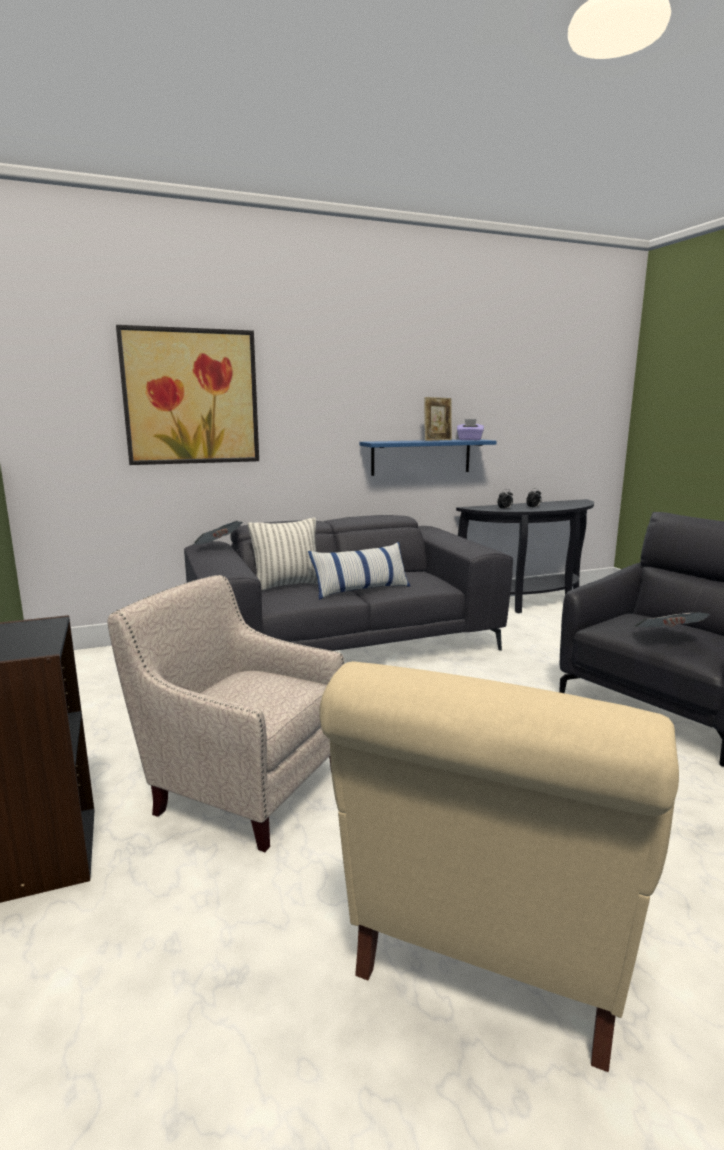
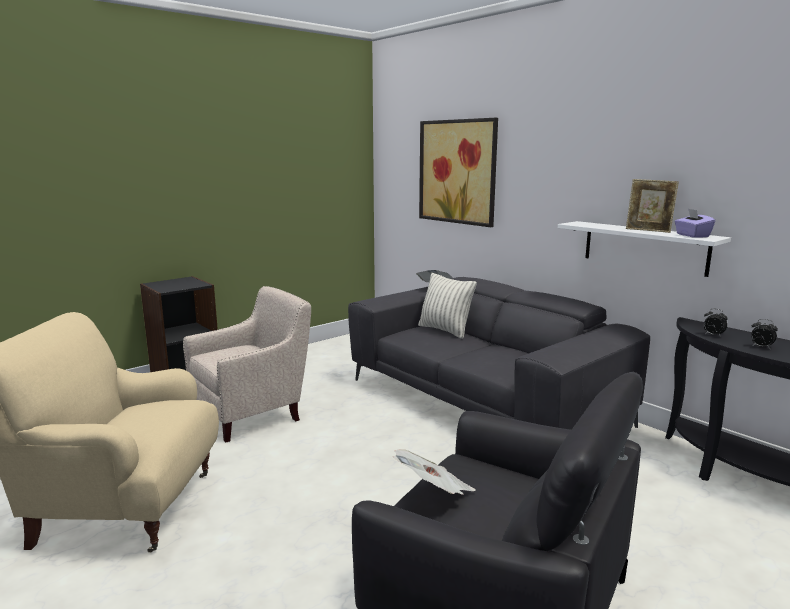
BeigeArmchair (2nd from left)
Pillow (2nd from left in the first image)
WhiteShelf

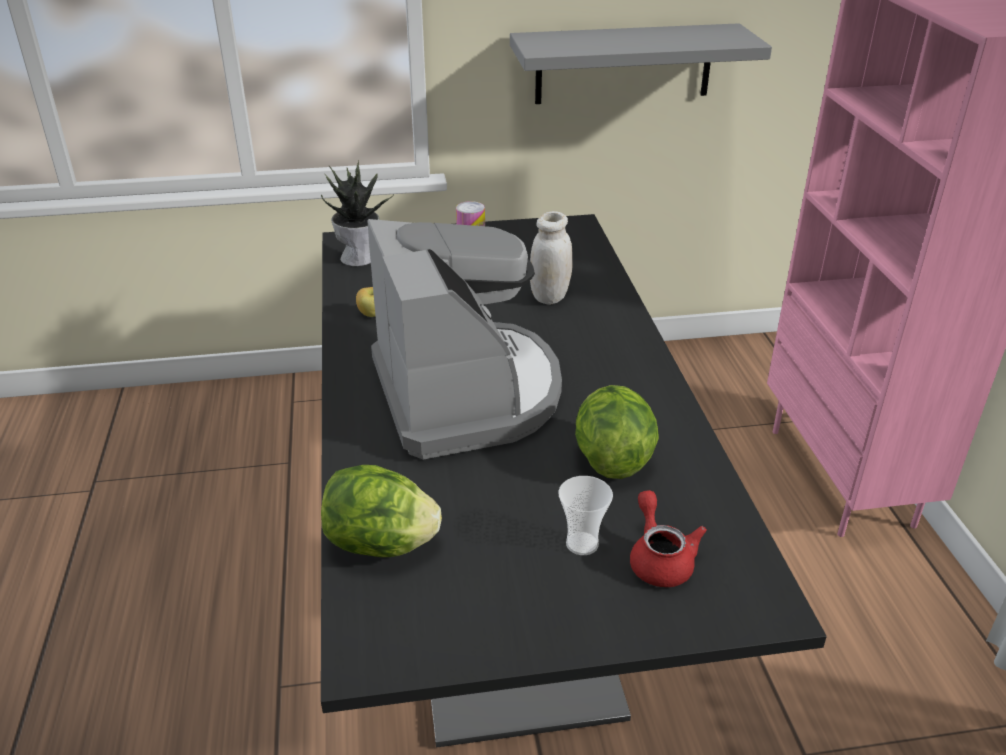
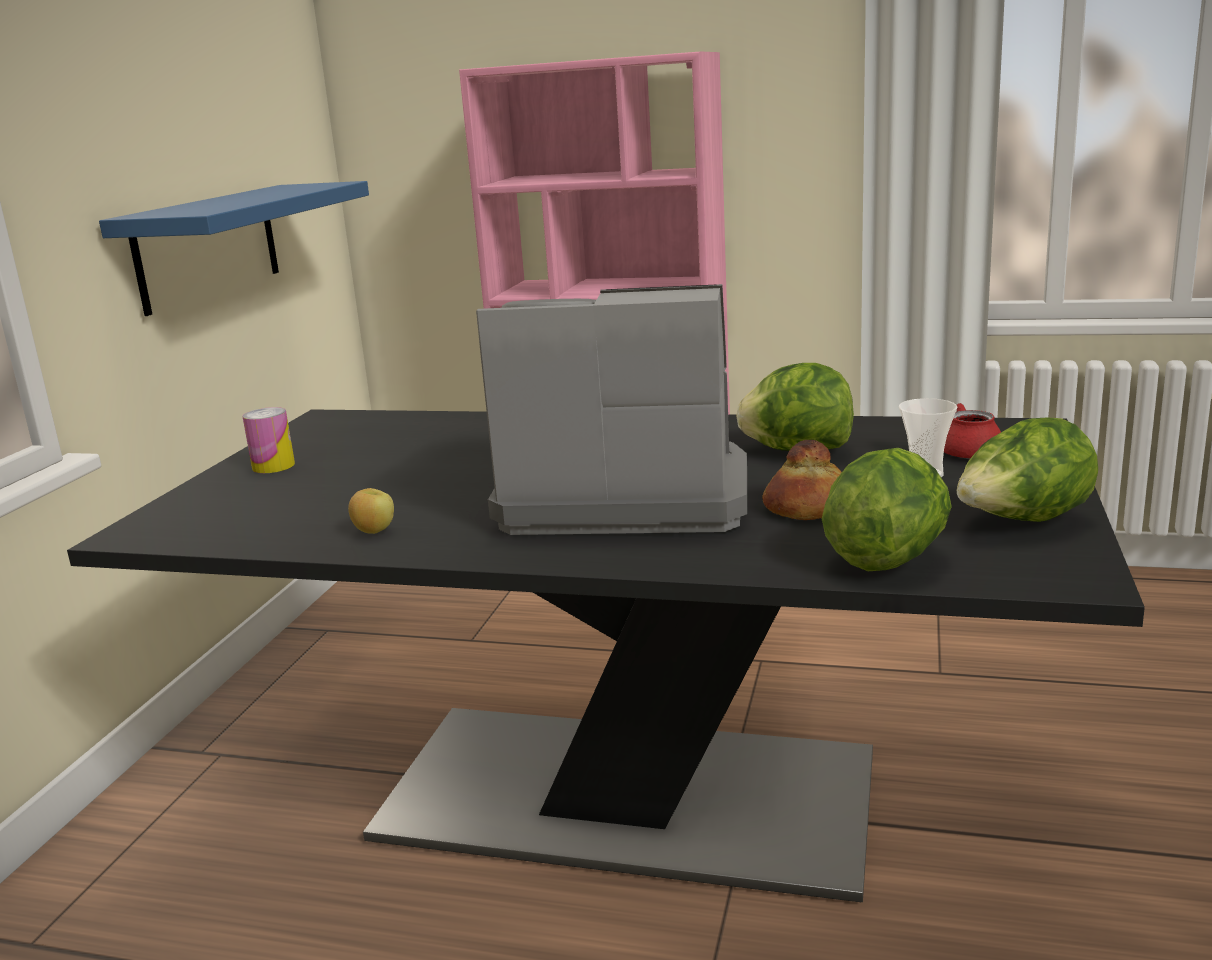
PottedPlant
BlueShelf
WhiteJar
Bread
Lettuce (3rd from left)

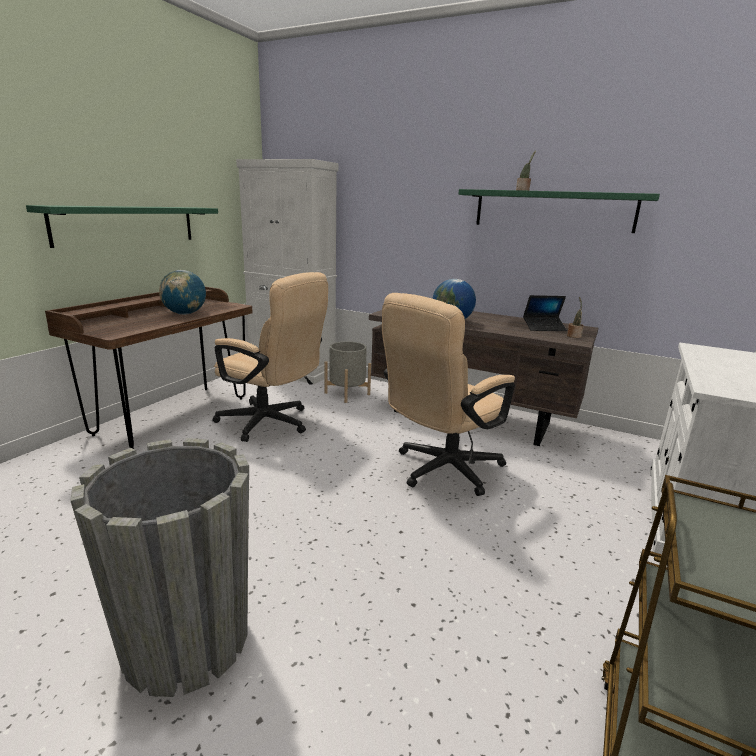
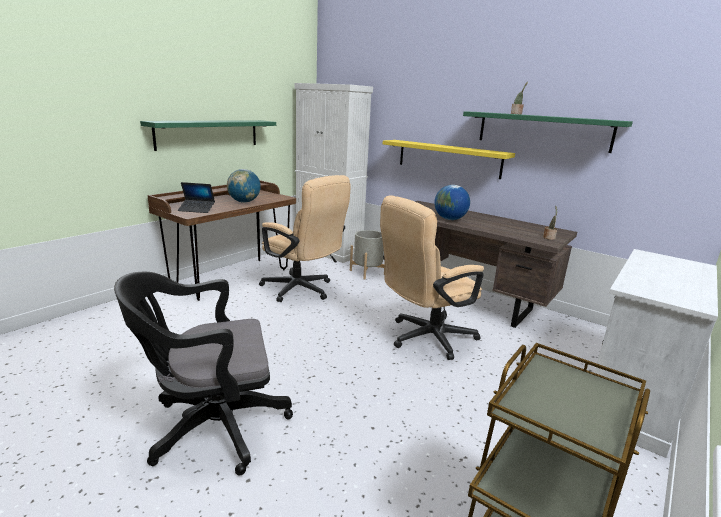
BlackOfficeChair
Laptop
YellowShelf

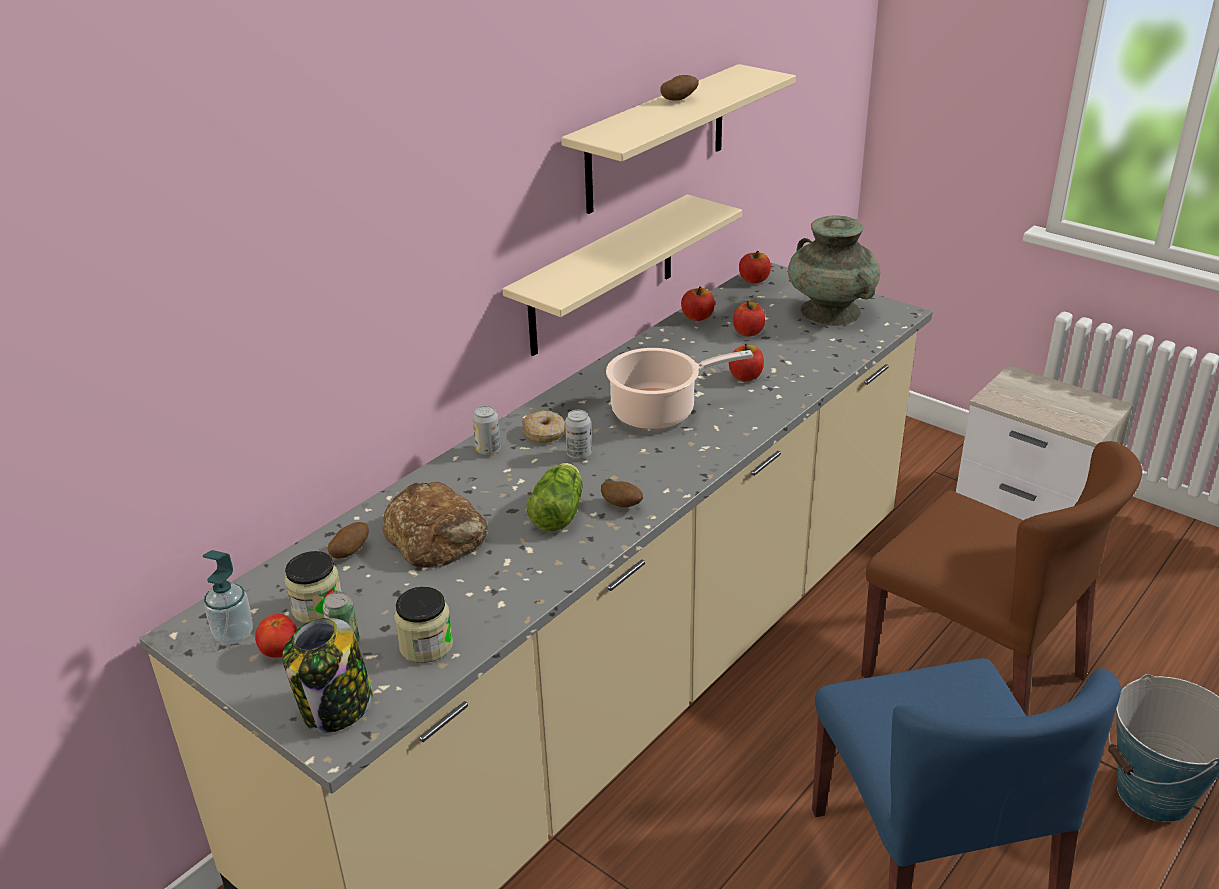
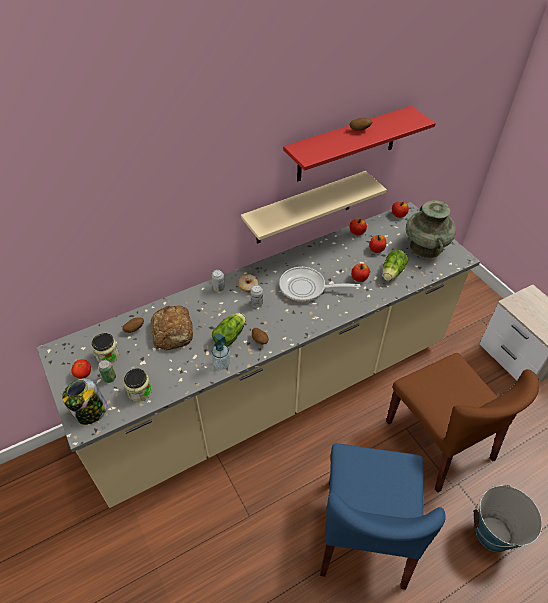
SoapDispenser
RedShelf
FryingPan
Lettuce (2nd from left)

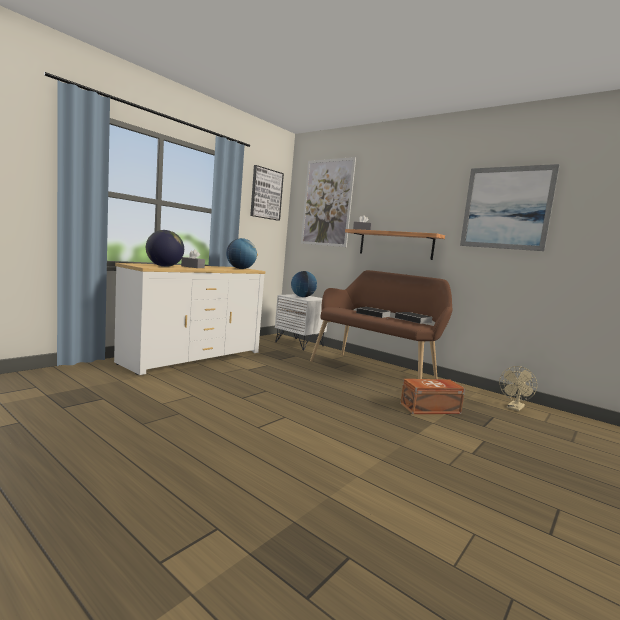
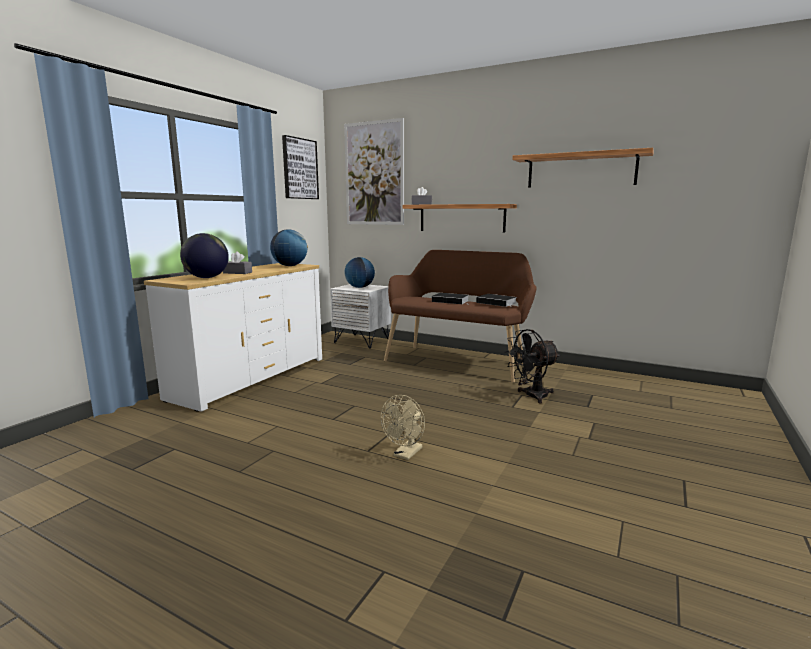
BlackFan
Shelf (2nd from left)
BeigeFan

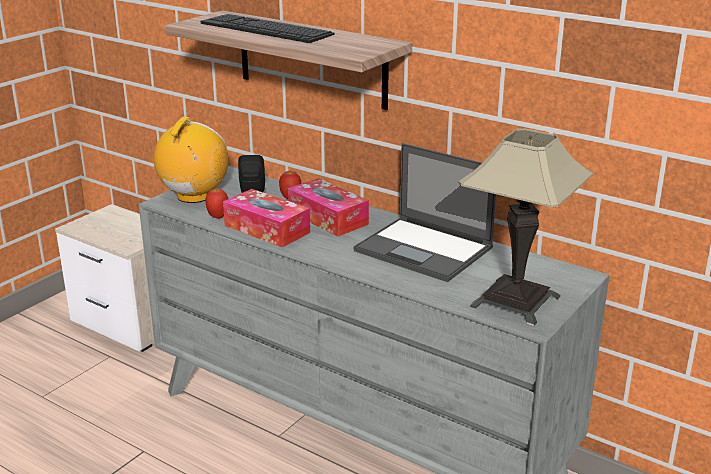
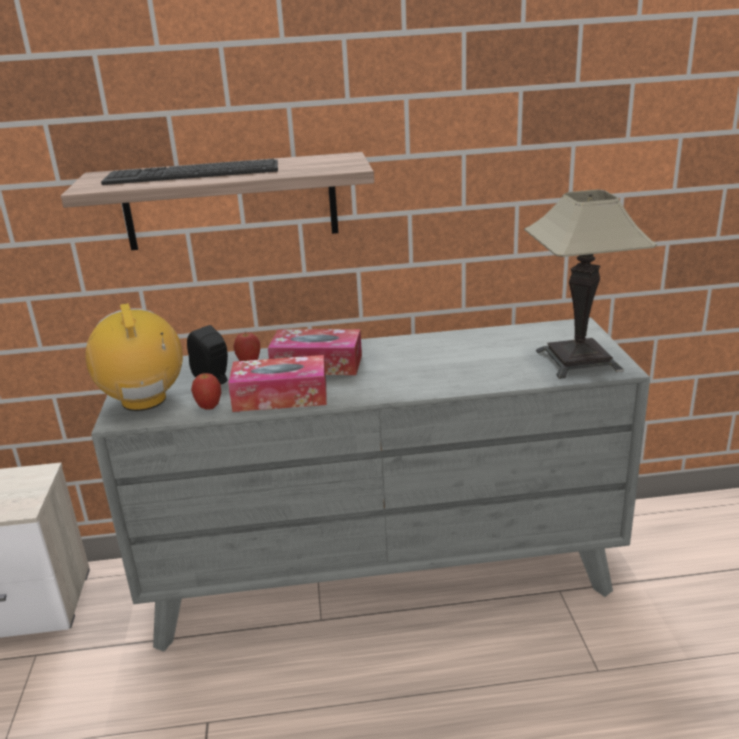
Laptop

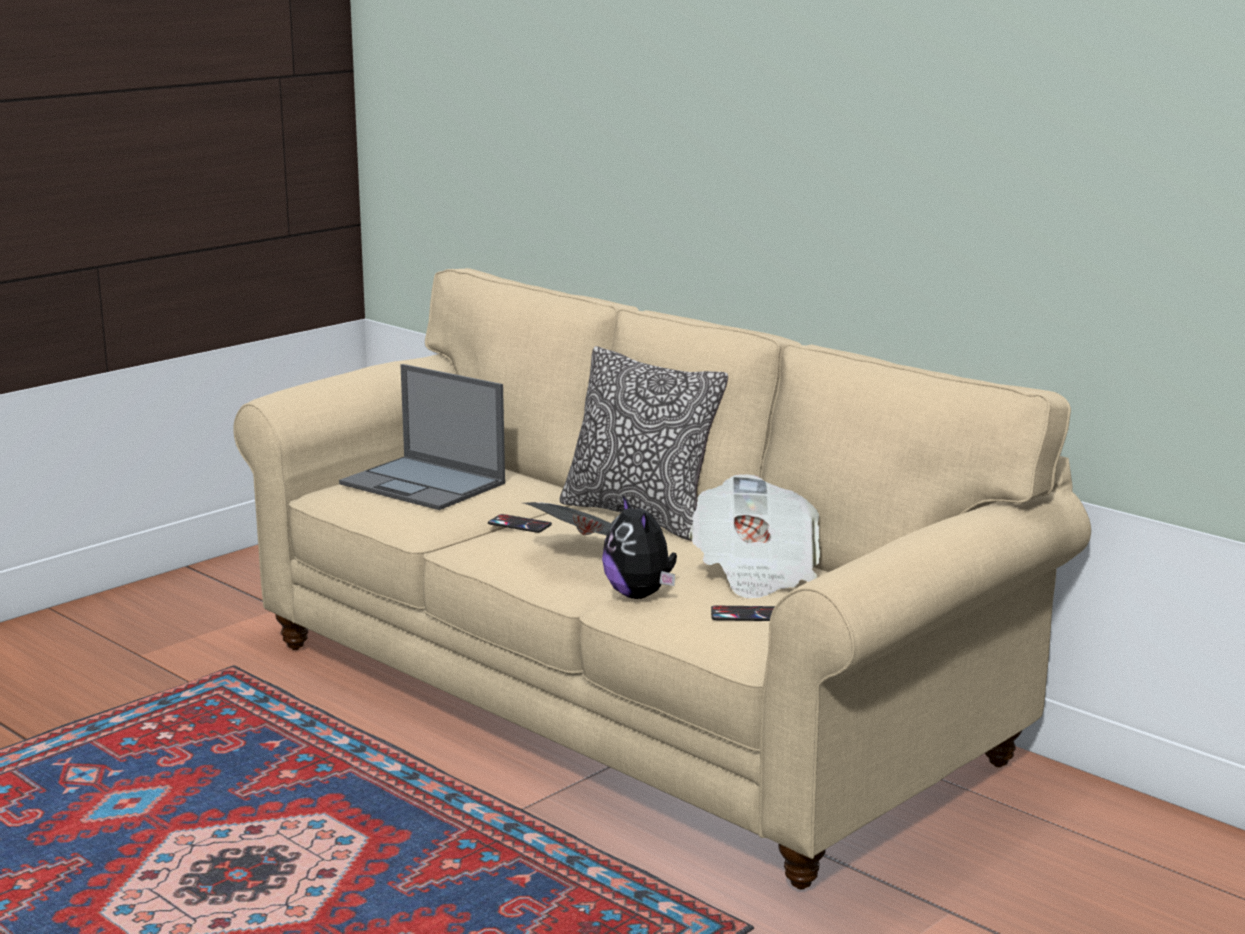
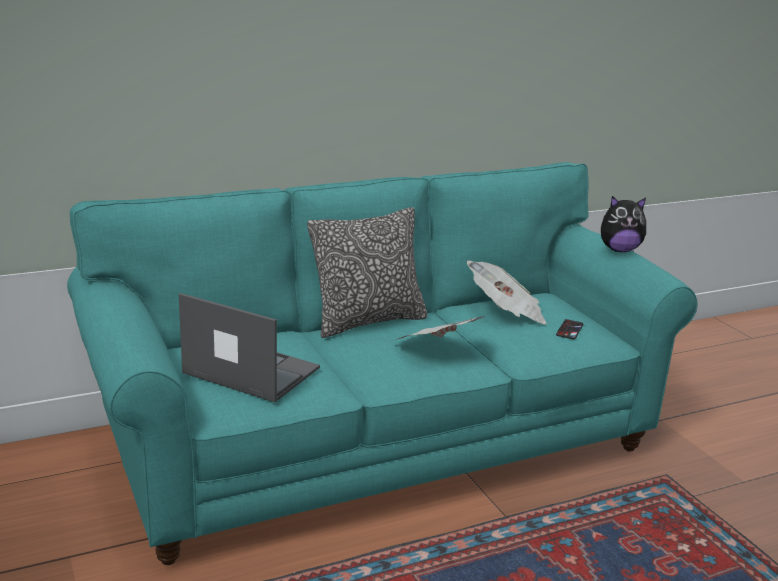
TurquoiseSofa
Laptop
Phone (1st from left in the first image)
PlushToy

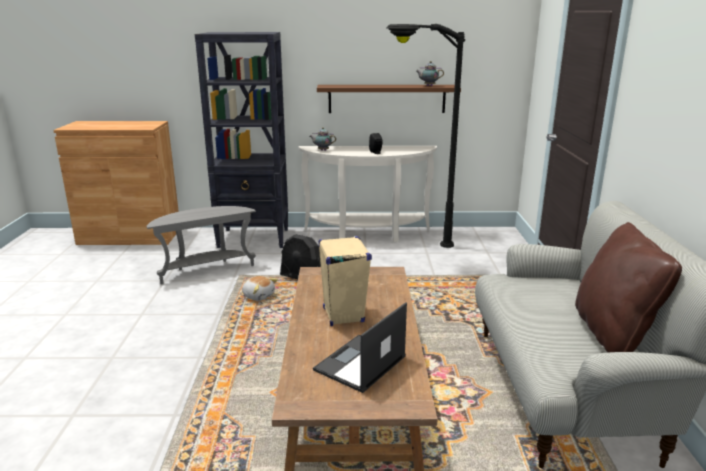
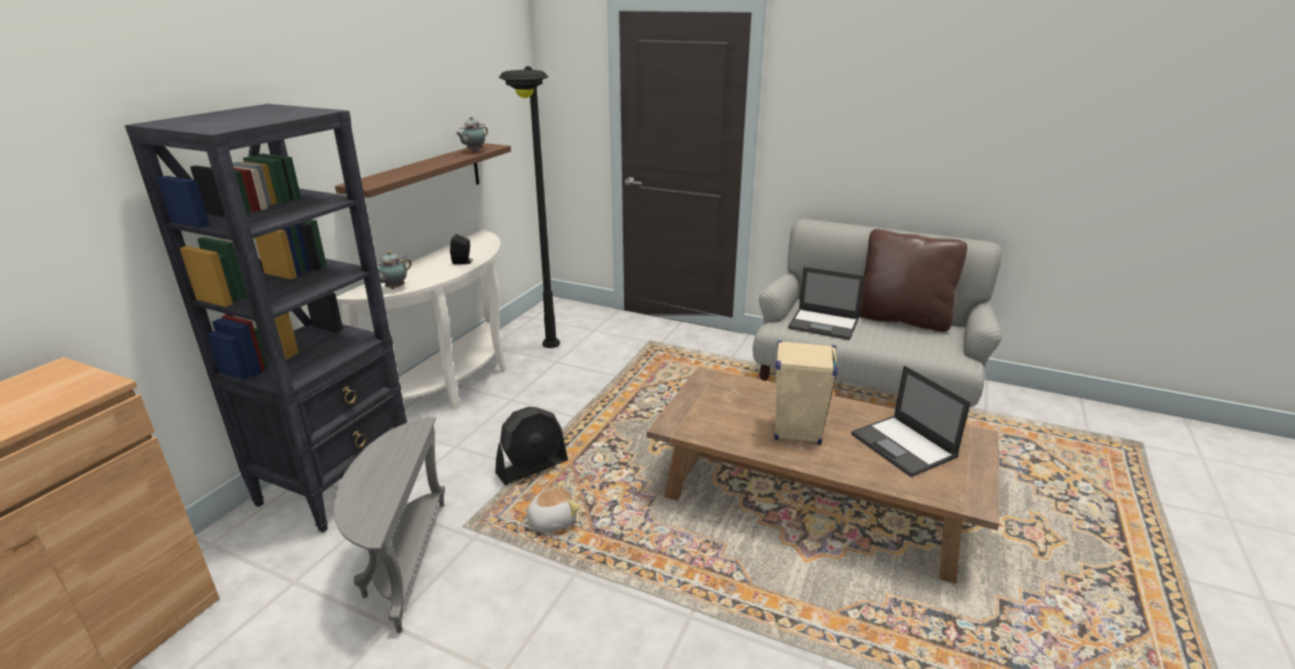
Laptop (1st from left)

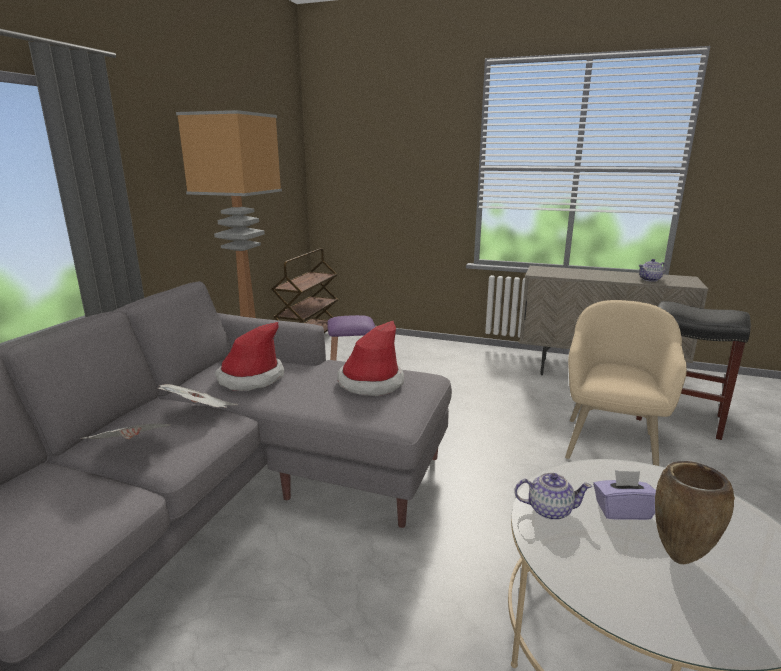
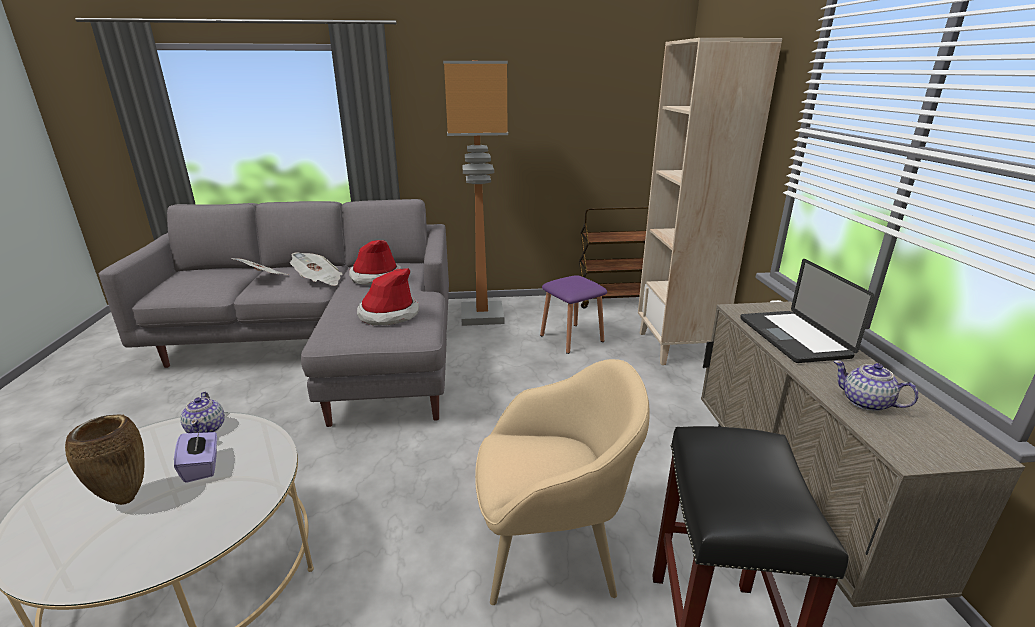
BeigeBookcase
Laptop

